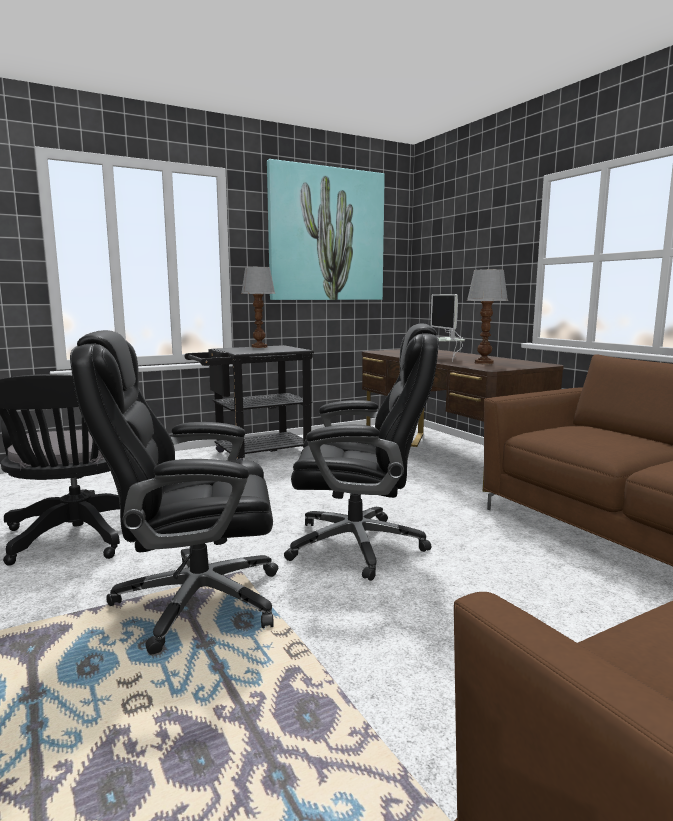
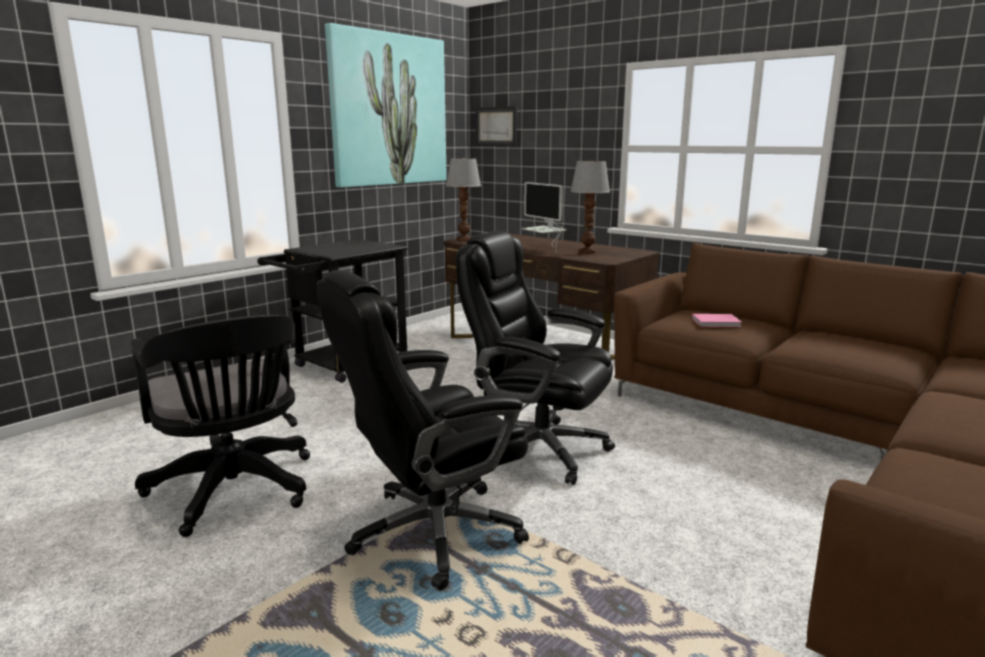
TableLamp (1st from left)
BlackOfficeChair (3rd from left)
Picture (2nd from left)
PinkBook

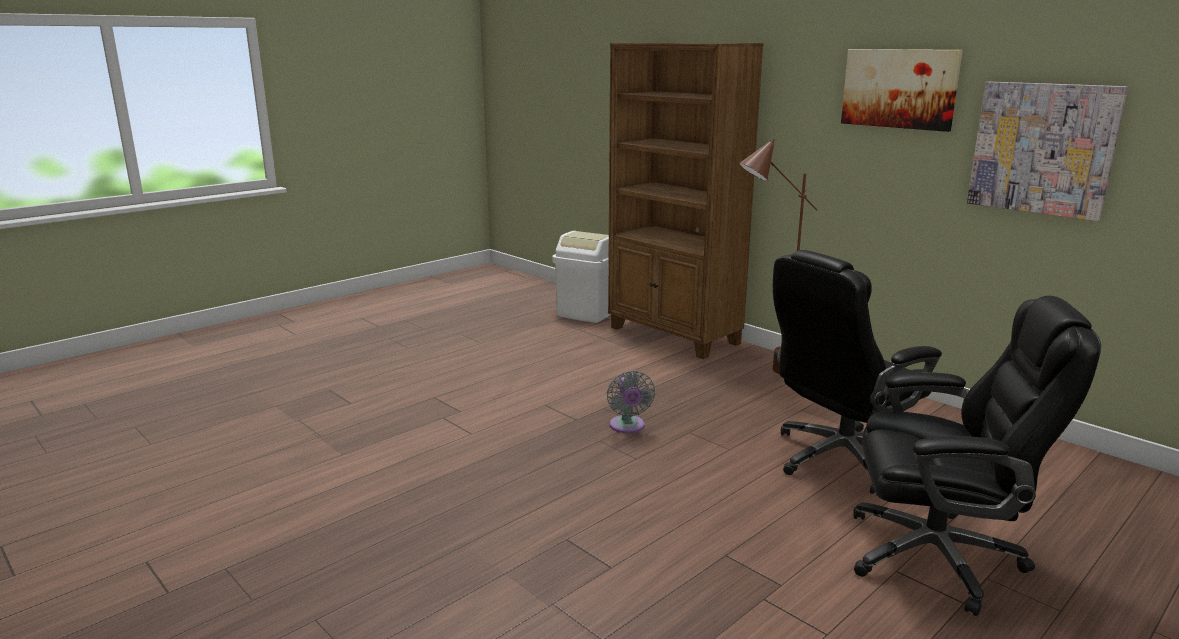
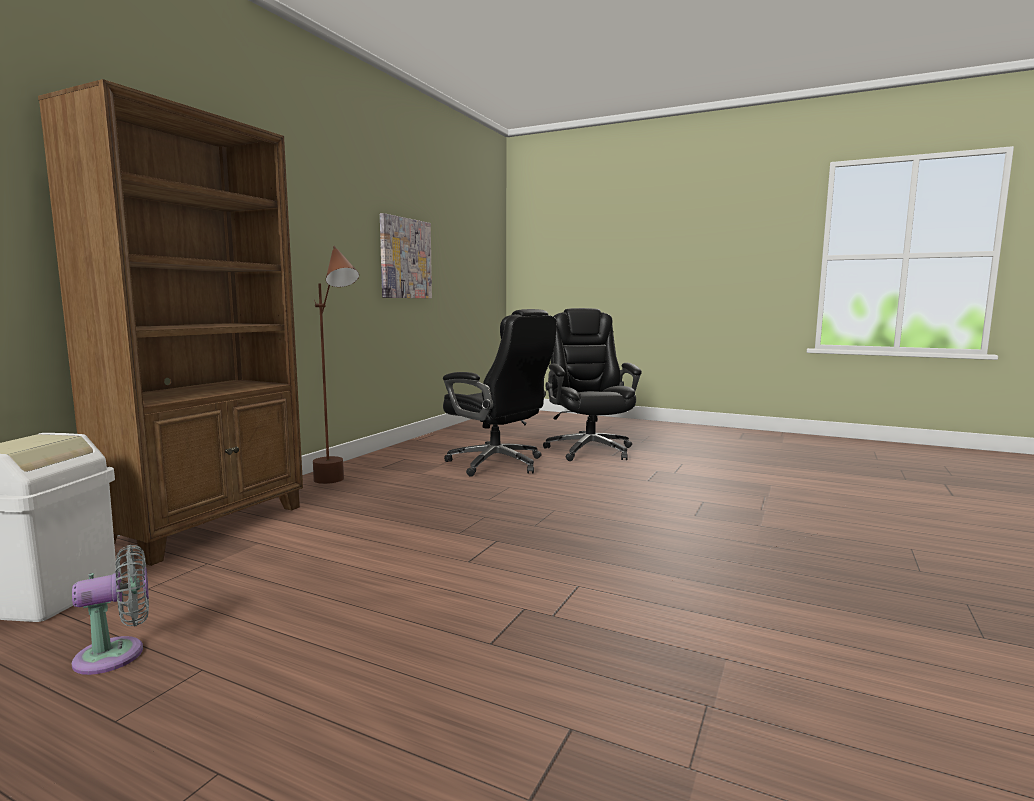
GreyFan
Picture (1st from left in the first image)

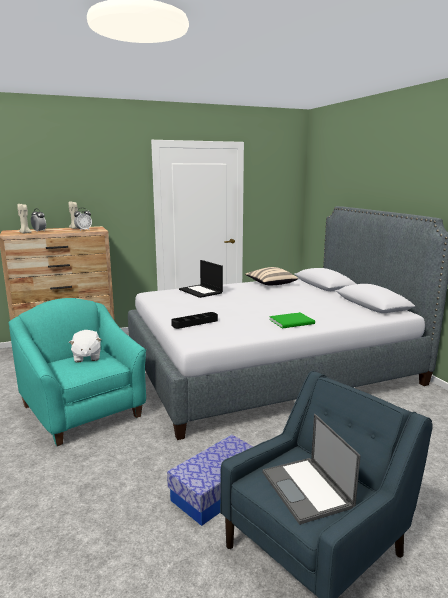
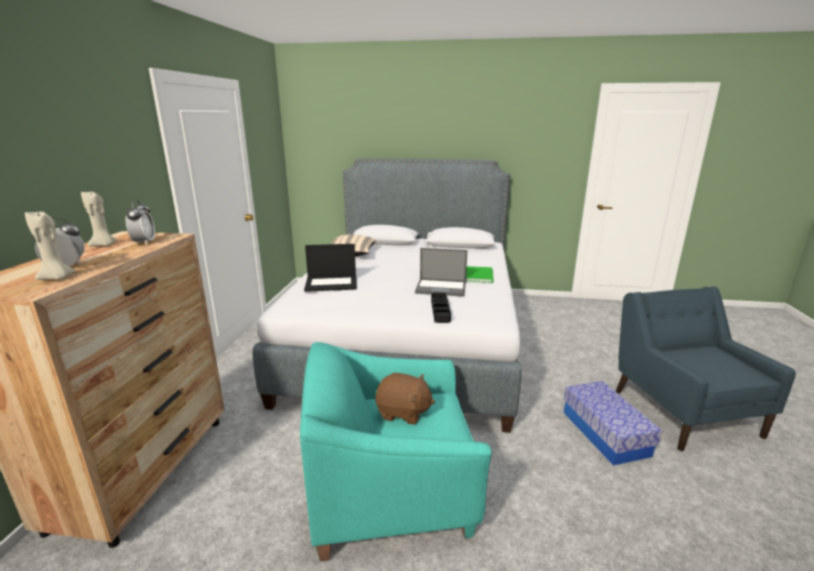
BrownPlushToy
Laptop (2nd from left)

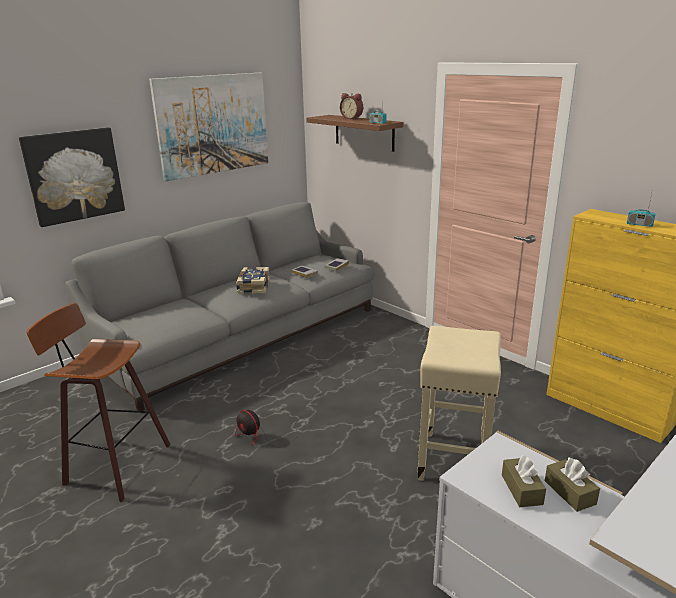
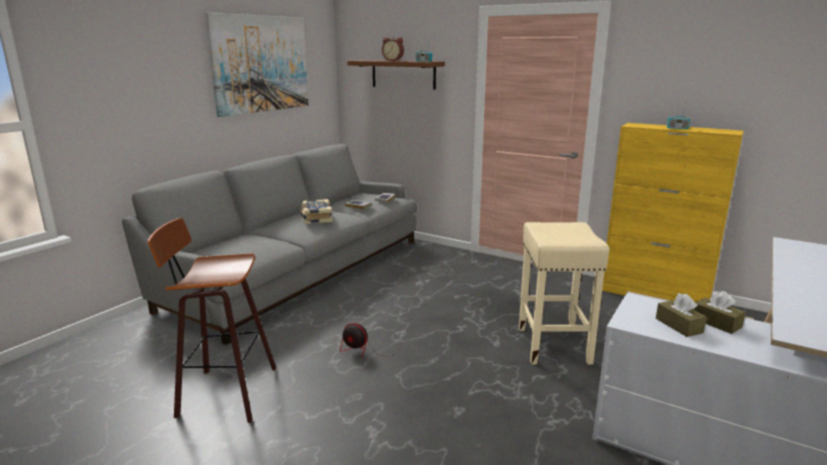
Picture (1st from left in the first image)

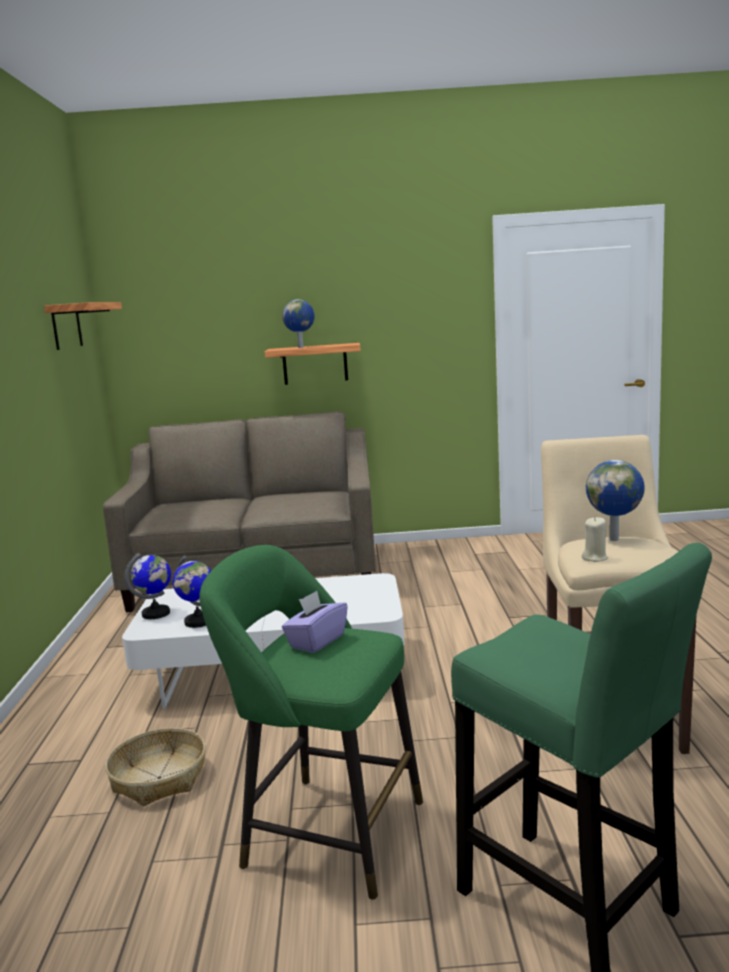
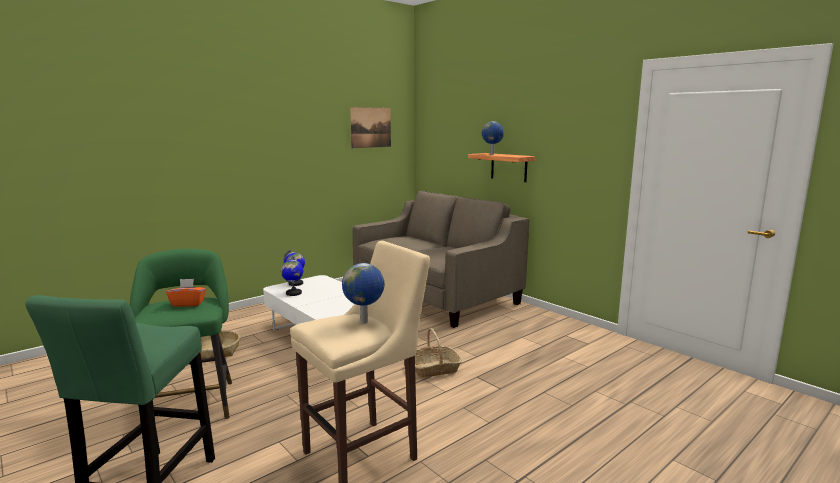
Picture
OrangeTissueBox
BeigeCandle
Basket (2nd from left)

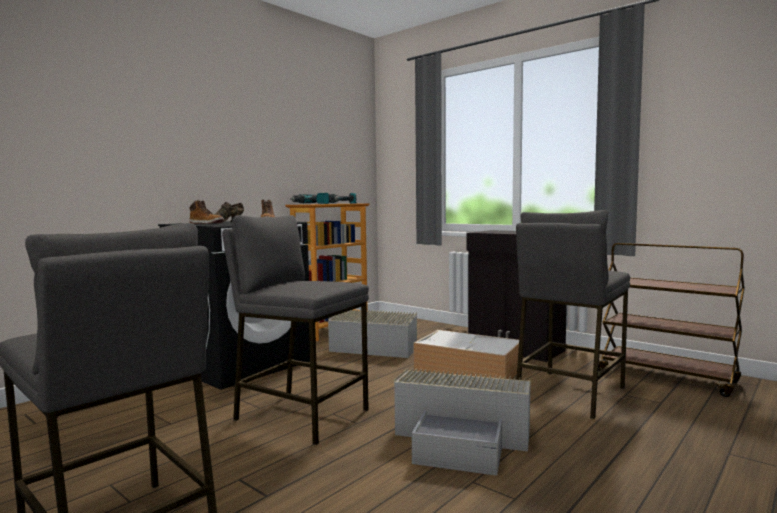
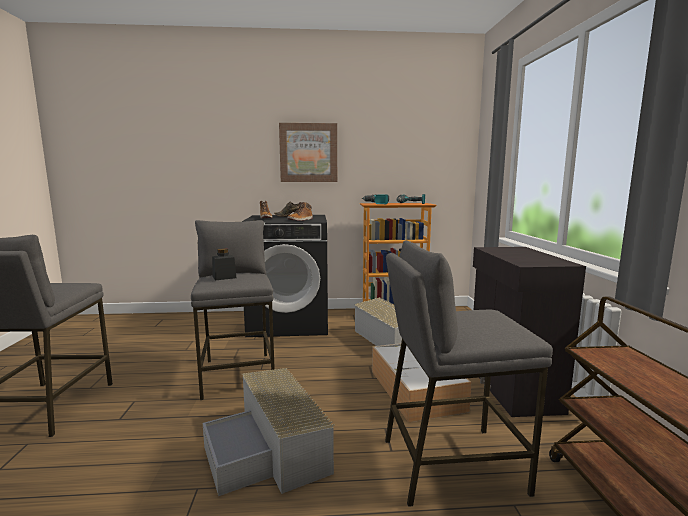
BlackJar
Picture

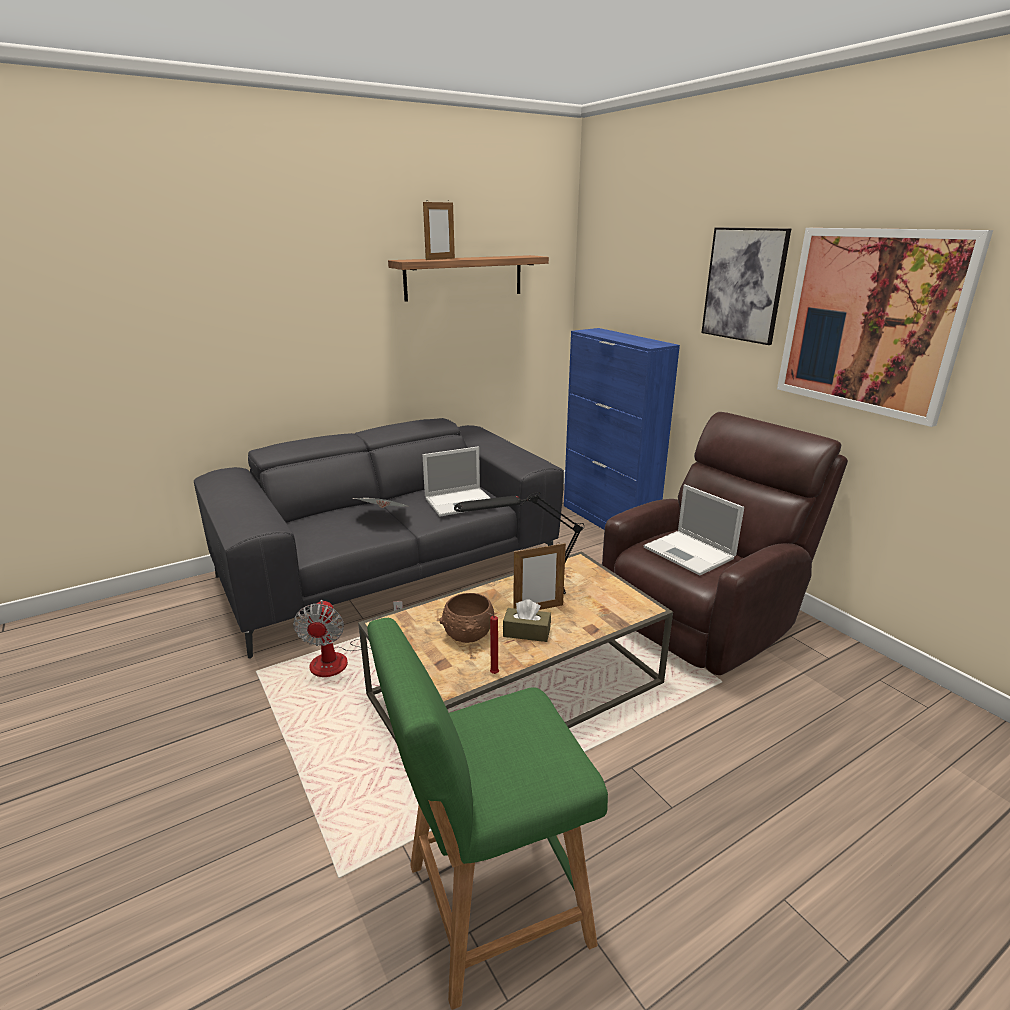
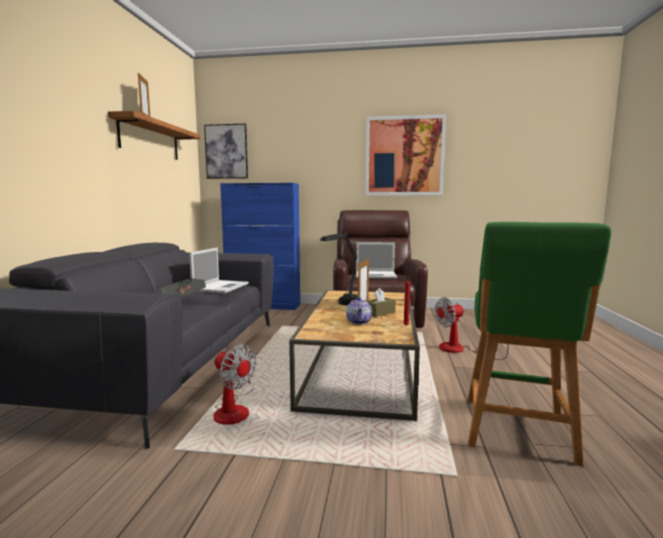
Teapot
Picture (1st from left)
Fan (2nd from left)

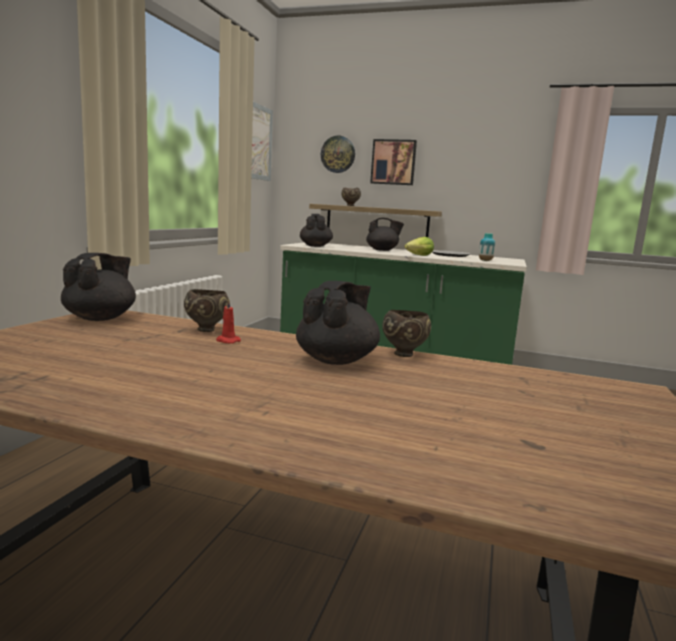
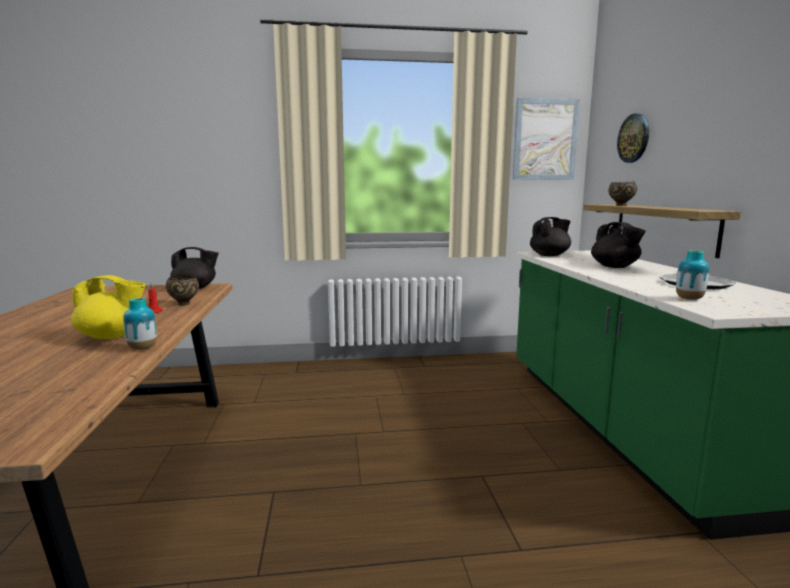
YellowTeapot
Picture (2nd from left in the first image)
Vase (1st from left)
Lettuce

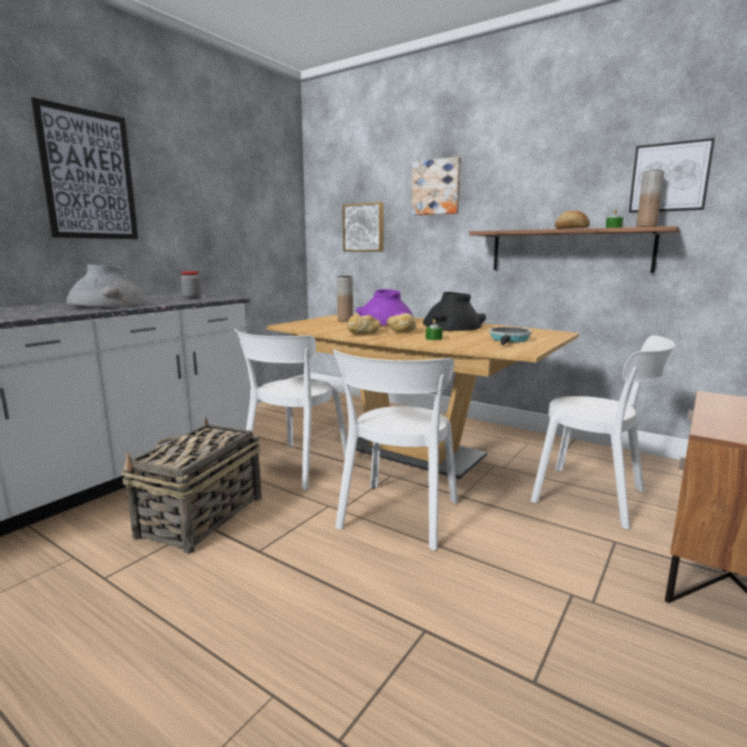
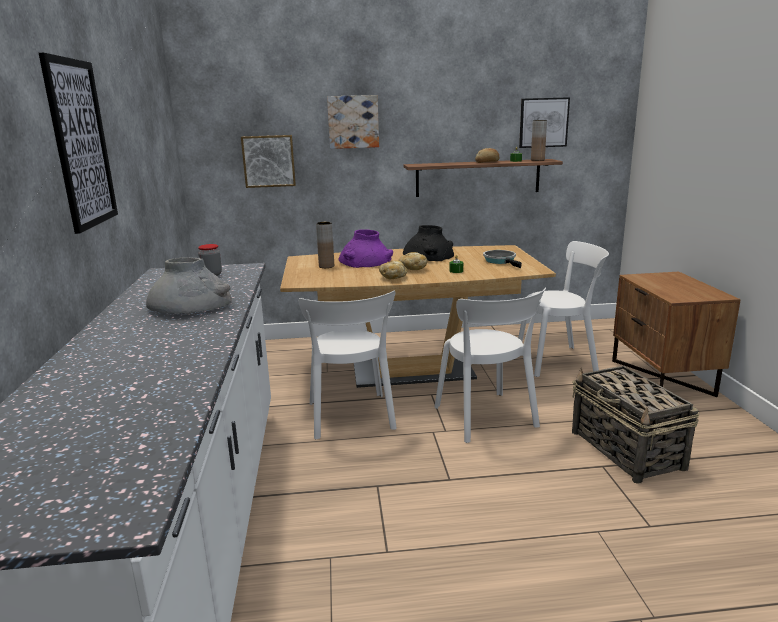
Basket

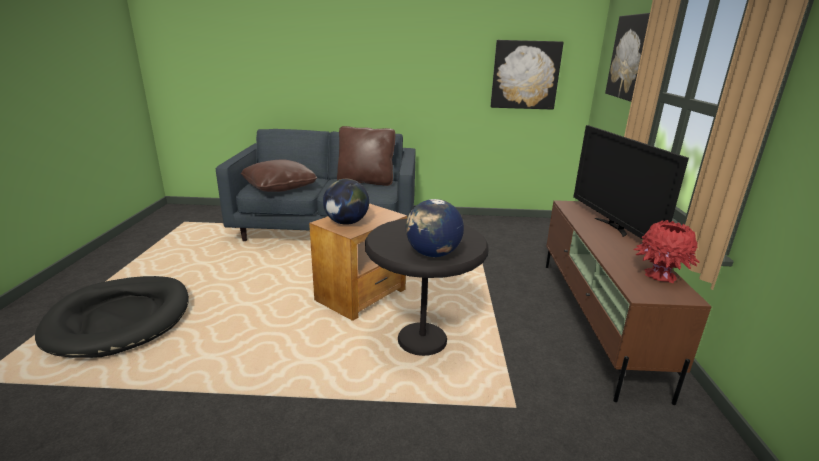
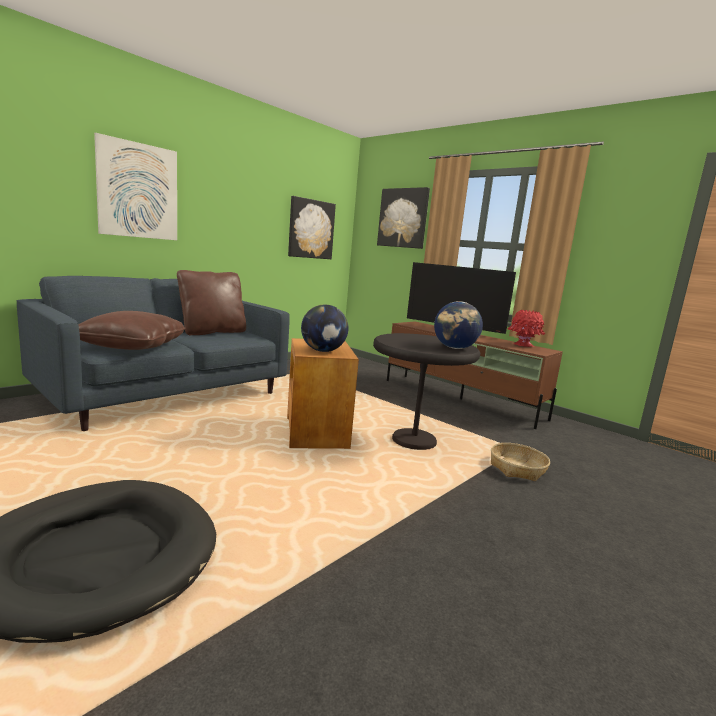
Picture (1st from left)
Basket

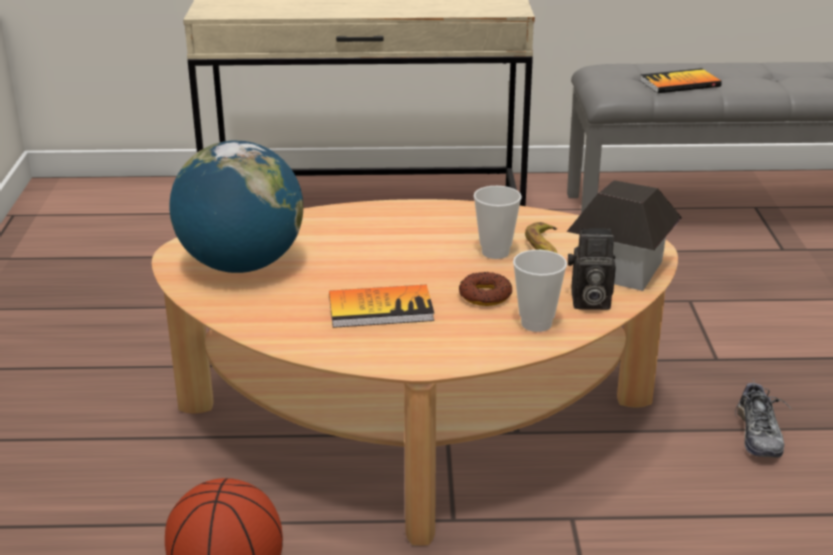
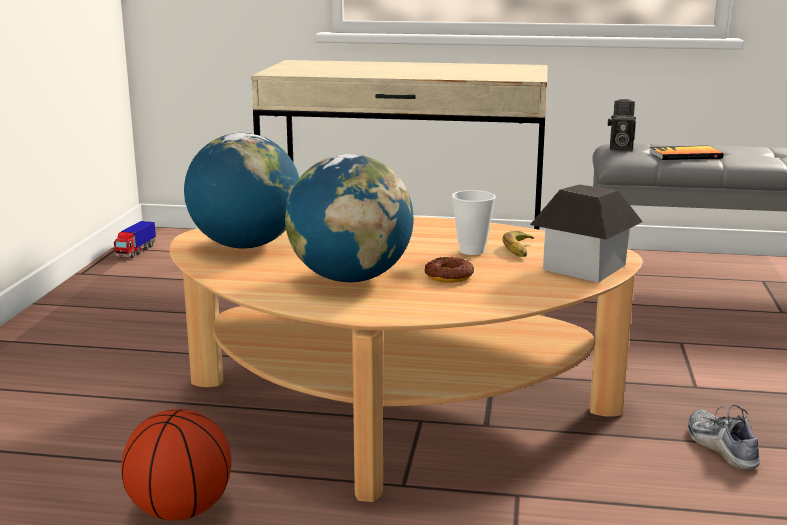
Globe (2nd from left)
Cup (2nd from left in the first image)
PhotoCamera
Shoe
ToyTruck

